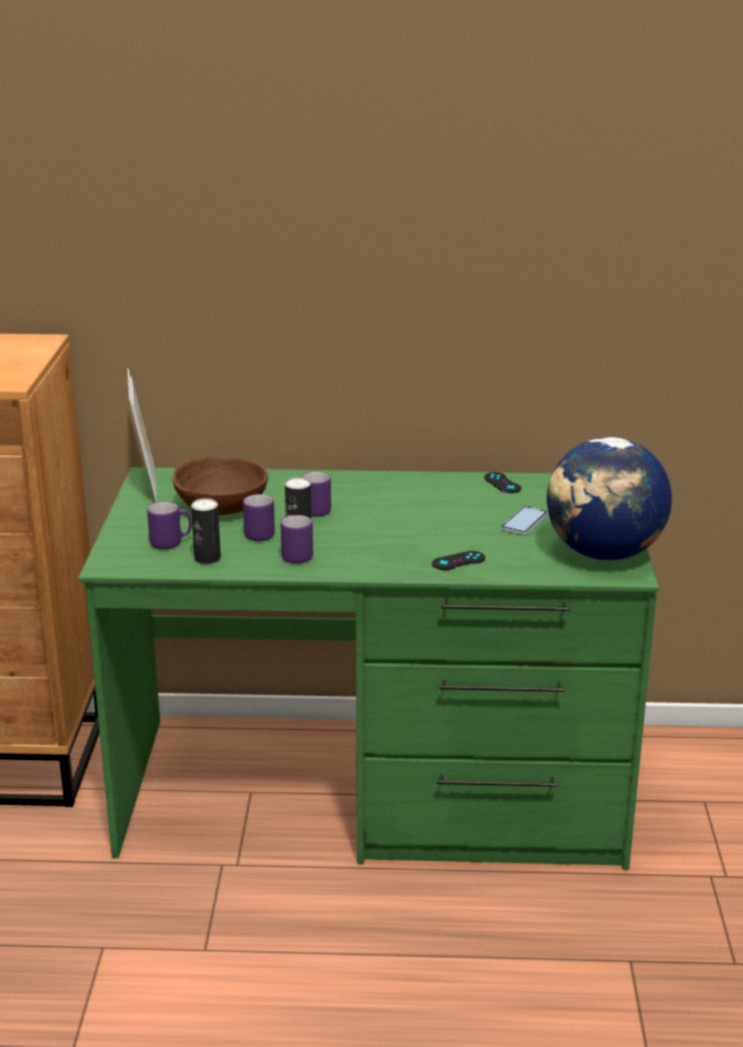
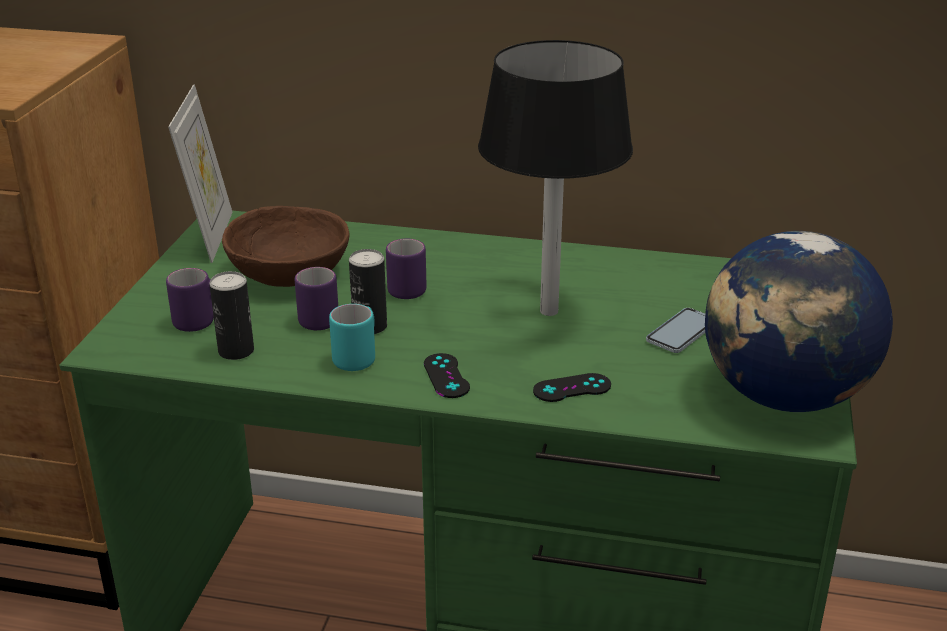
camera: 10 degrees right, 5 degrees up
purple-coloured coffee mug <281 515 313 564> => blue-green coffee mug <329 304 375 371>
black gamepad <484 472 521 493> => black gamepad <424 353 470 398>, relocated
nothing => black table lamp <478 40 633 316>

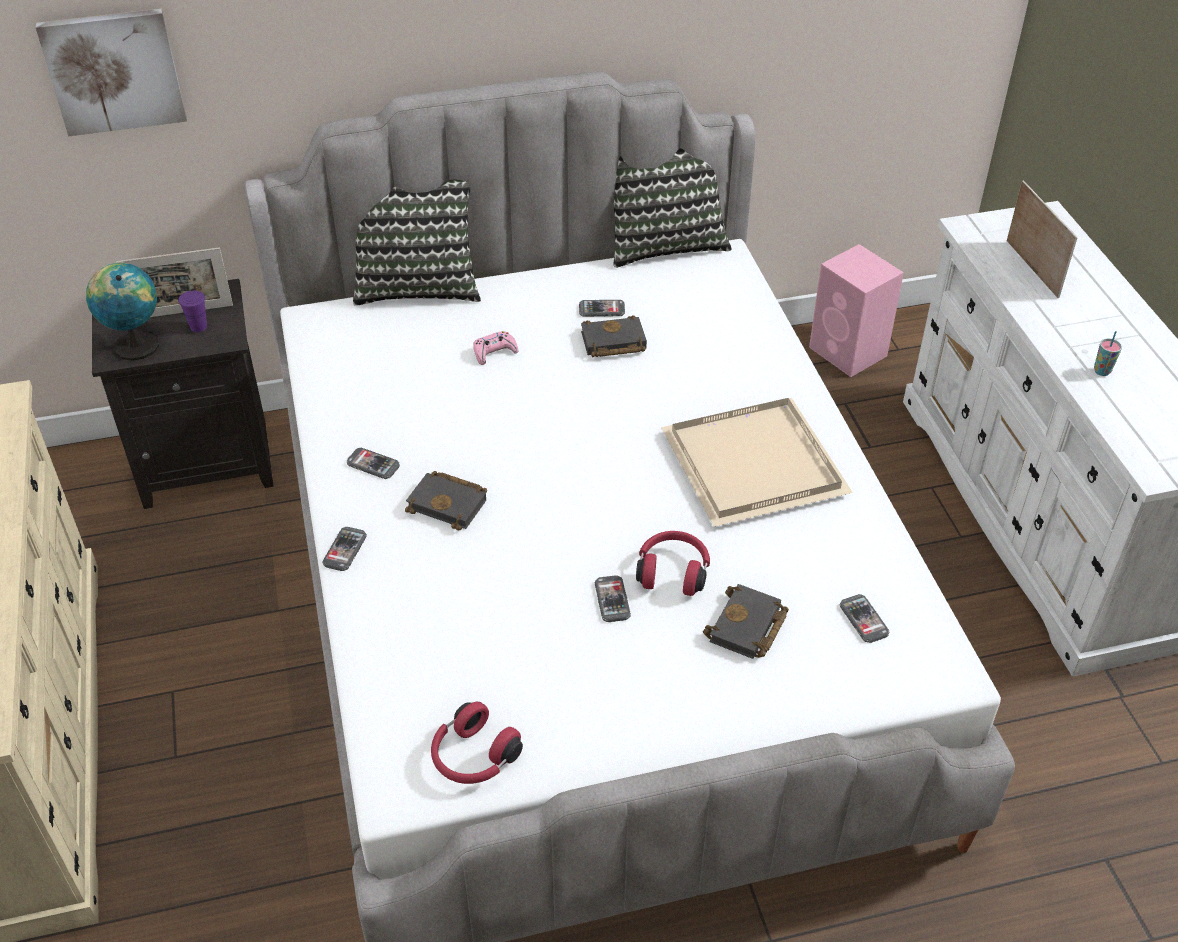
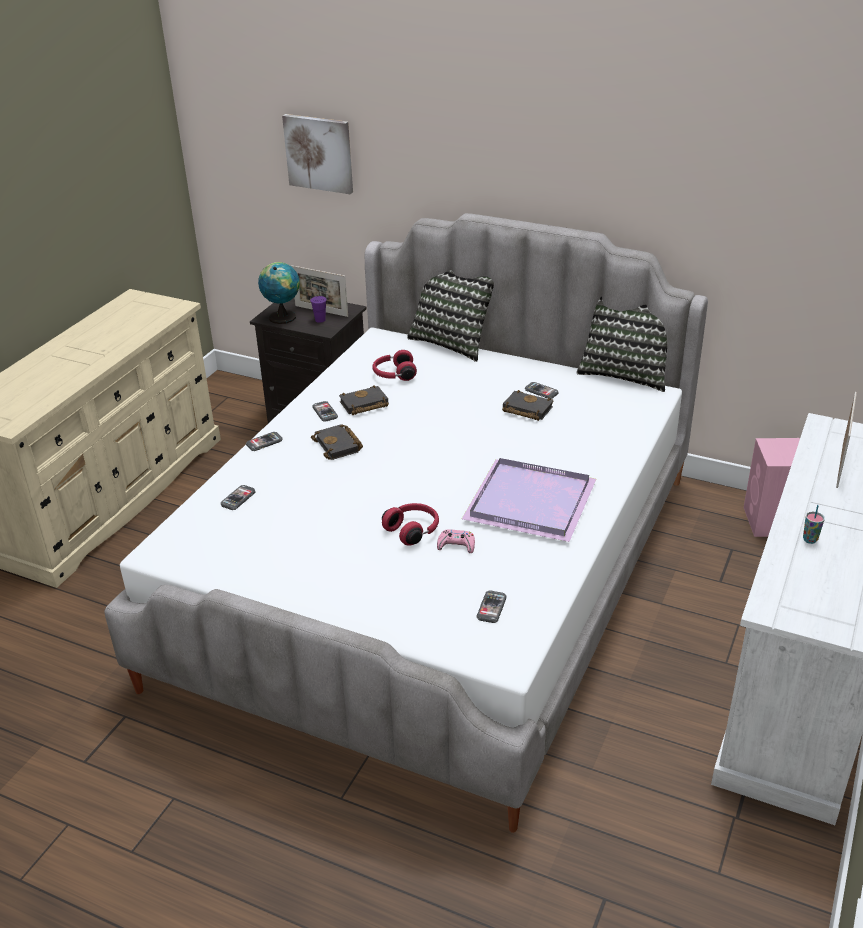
camera: 40 degrees right, 10 degrees down
red-coloured headset <431 702 523 784> => red-coloured headset <372 350 417 381>, relocated
pinkish gamepad <473 331 518 365> => pinkish gamepad <437 529 475 553>, relocated
handset <595 575 631 622> => handset <221 485 256 510>, relocated
beige-coloured carrying tray <661 398 853 527> => purple-coloured carrying tray <462 458 596 542>
black volume <703 584 789 659> => black volume <339 385 389 415>, relocated

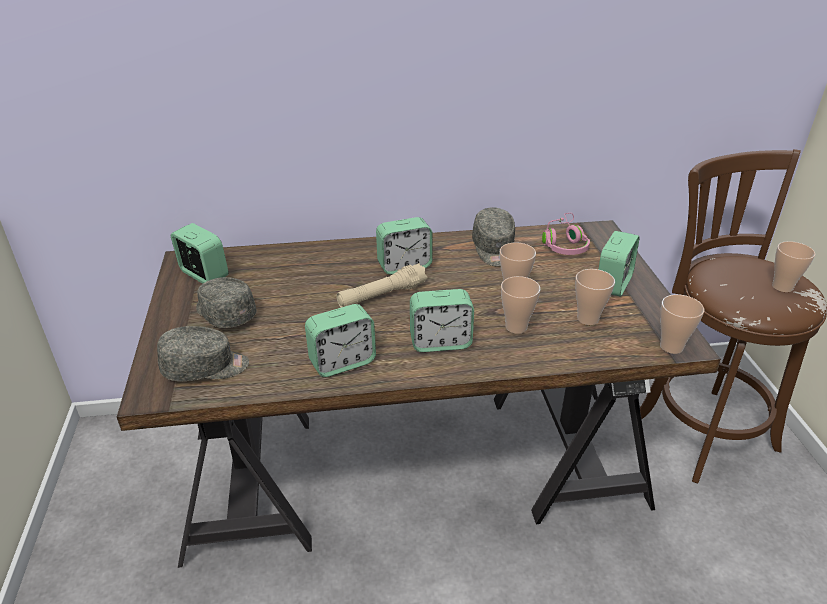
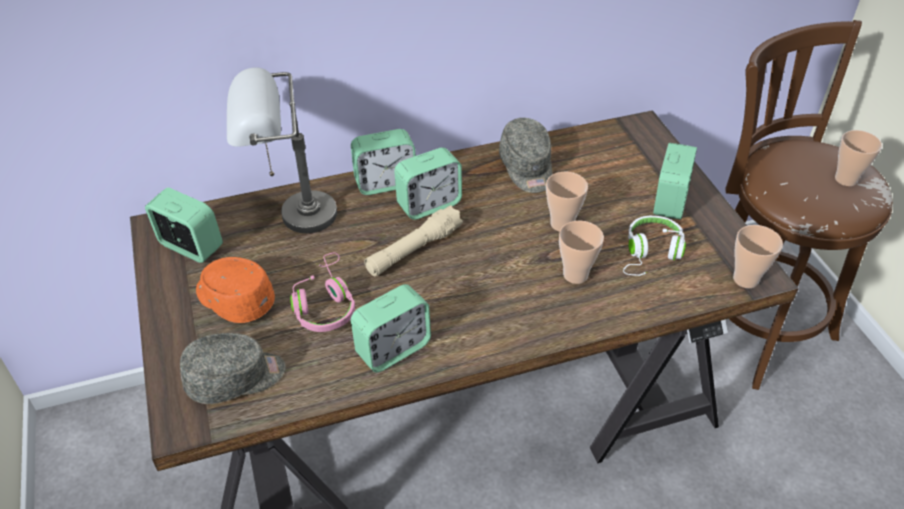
camera: 10 degrees left, 10 degrees up
greyish cap <196 277 257 328> => orange-coloured cap <196 257 275 323>
table clock <410 289 474 352> => table clock <351 129 416 195>, relocated
pinkish headset <542 213 590 255> => pinkish headset <290 252 355 332>, relocated
drinking cup <575 269 615 325> => white-coloured headset <623 216 686 276>
nothing => greyish table lamp <227 67 337 233>

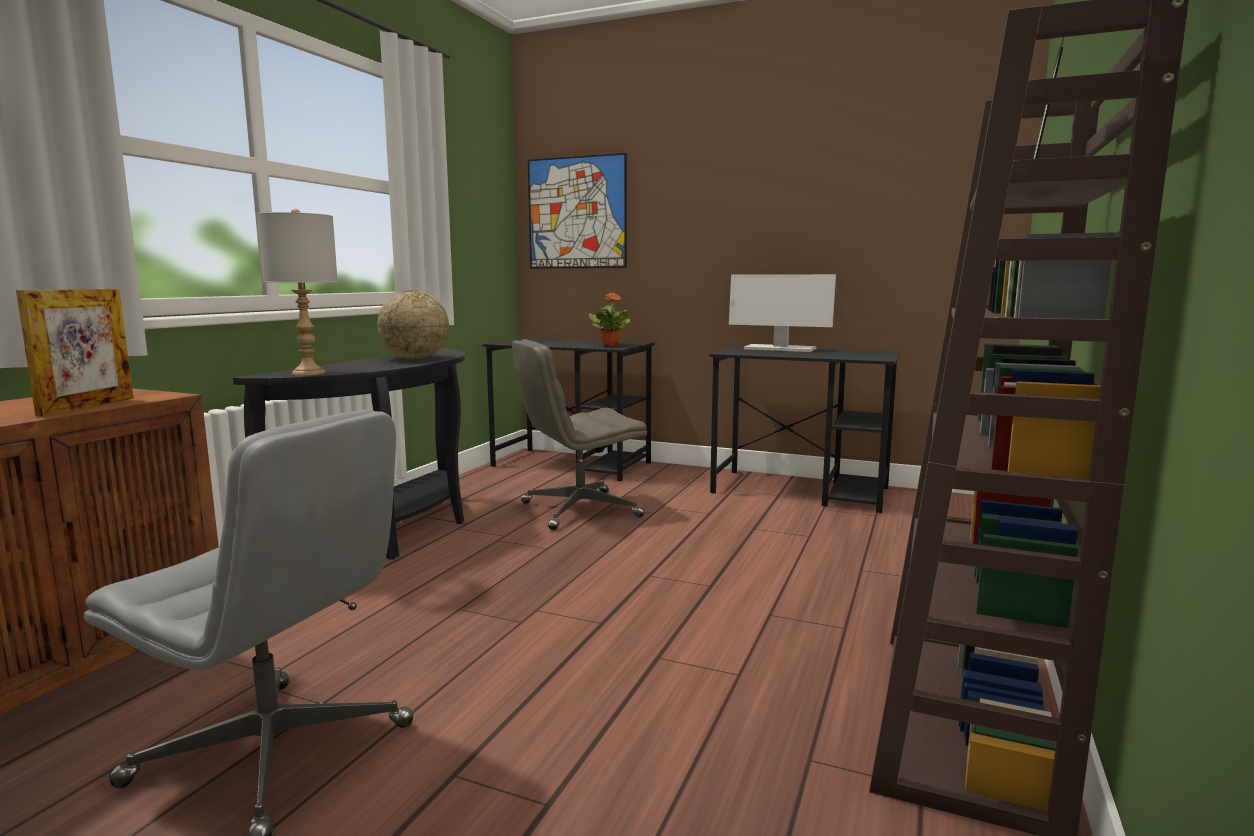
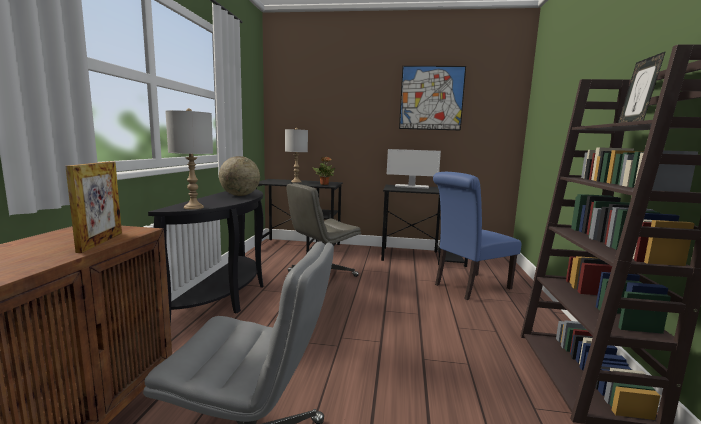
camera: 15 degrees left, 0 degrees up
wall art <528 153 627 268> => wall art <399 66 466 131>, relocated
nothing => greyish table lamp <285 128 308 183>
nothing => blue upright chair <433 172 522 300>

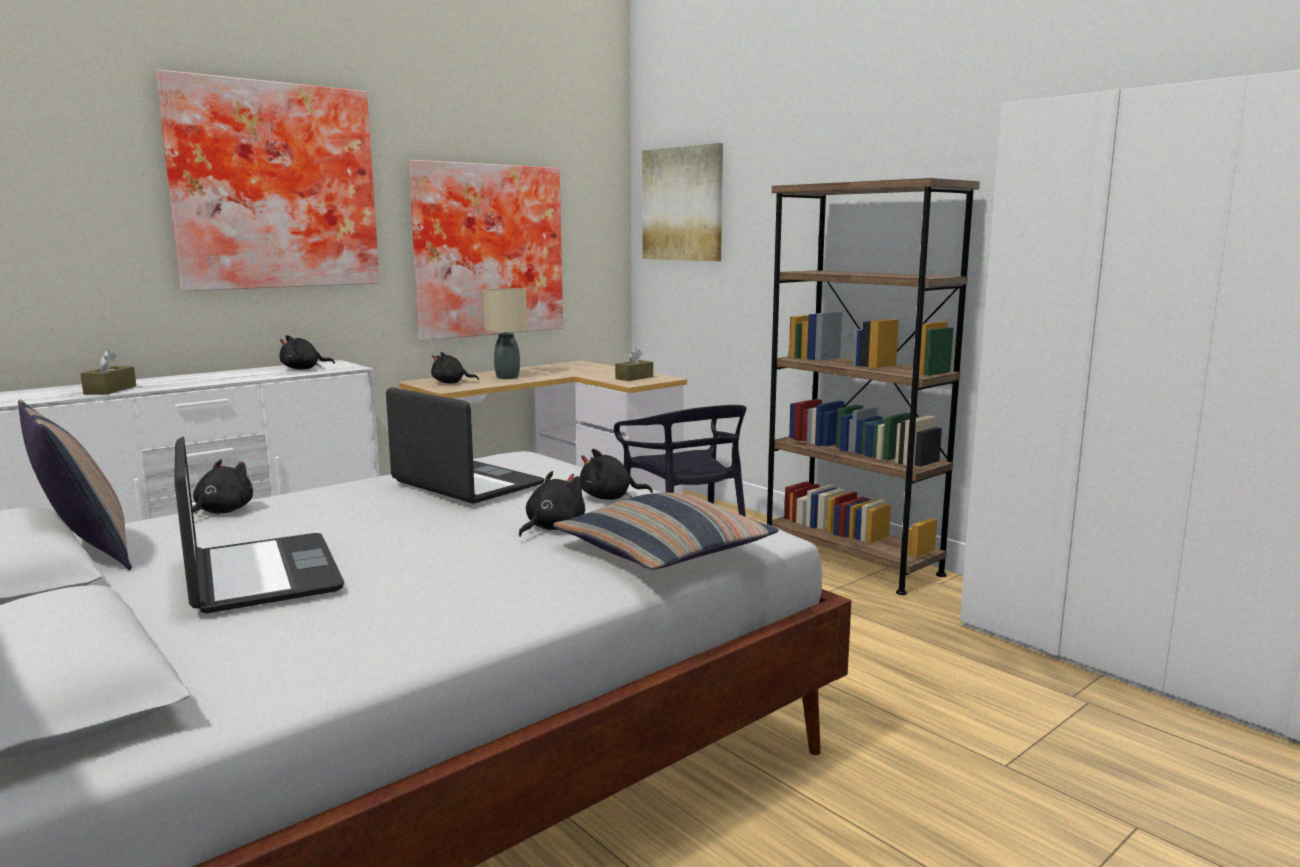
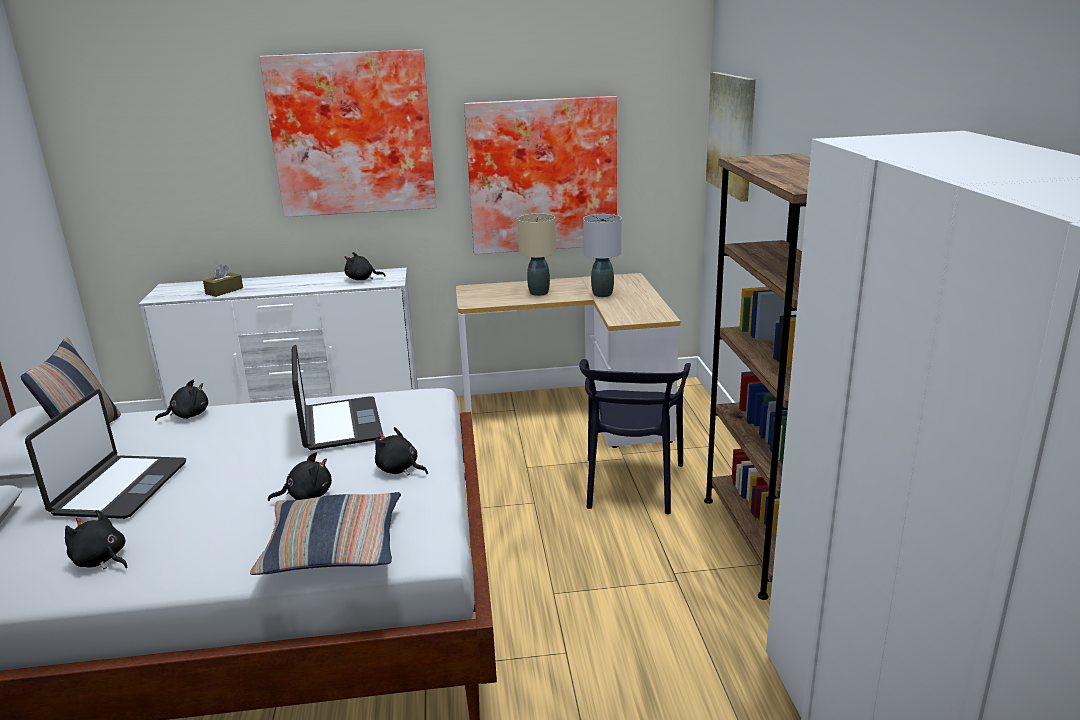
camera: 35 degrees right, 10 degrees up
black cuddly toy <431 352 479 383> => black cuddly toy <65 510 128 569>, relocated
brownish tissue holder <615 348 653 381> => nothing
nothing => greyish table lamp <583 214 621 297>

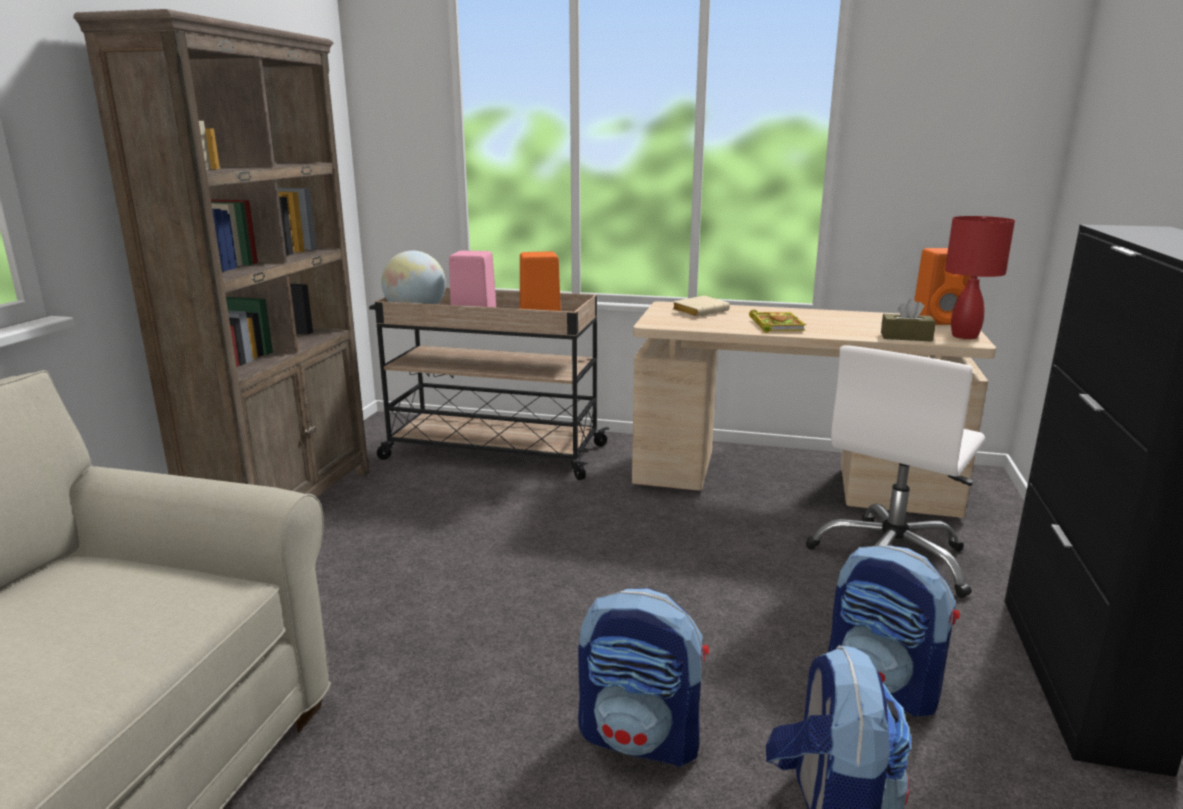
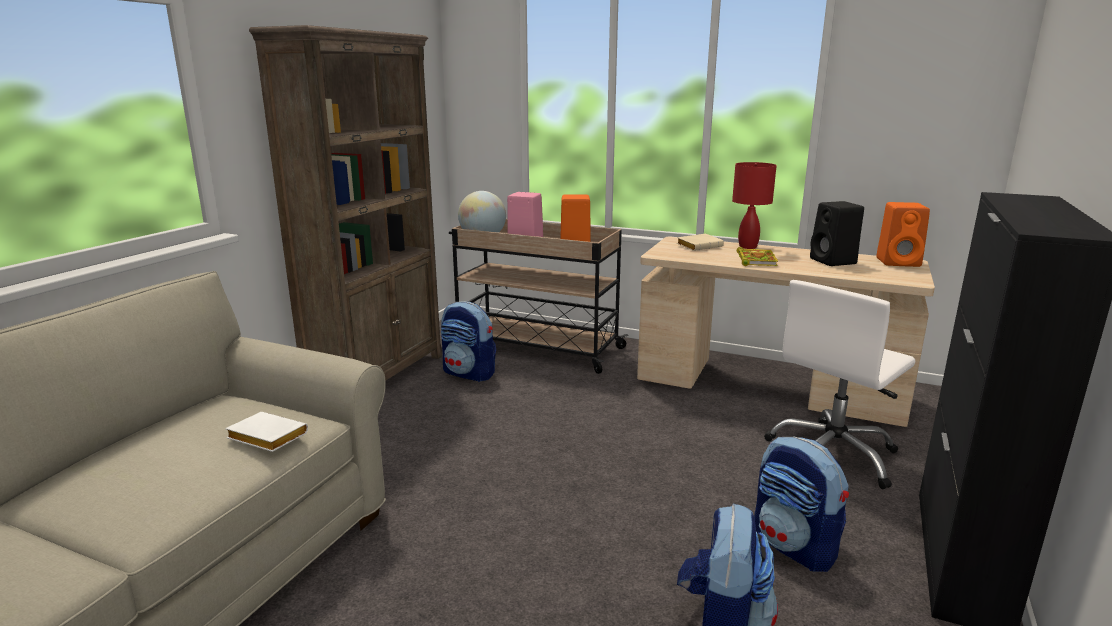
camera: 10 degrees right, 0 degrees up
backpack <578 588 709 767> => backpack <441 302 496 382>, relocated
brownish tissue holder <881 298 936 342> => nothing
red-coloured table lamp <945 216 1015 339> => red-coloured table lamp <732 162 777 249>, relocated
nothing => white-coloured volume <225 412 308 452>
nothing => black speaker <810 201 864 266>

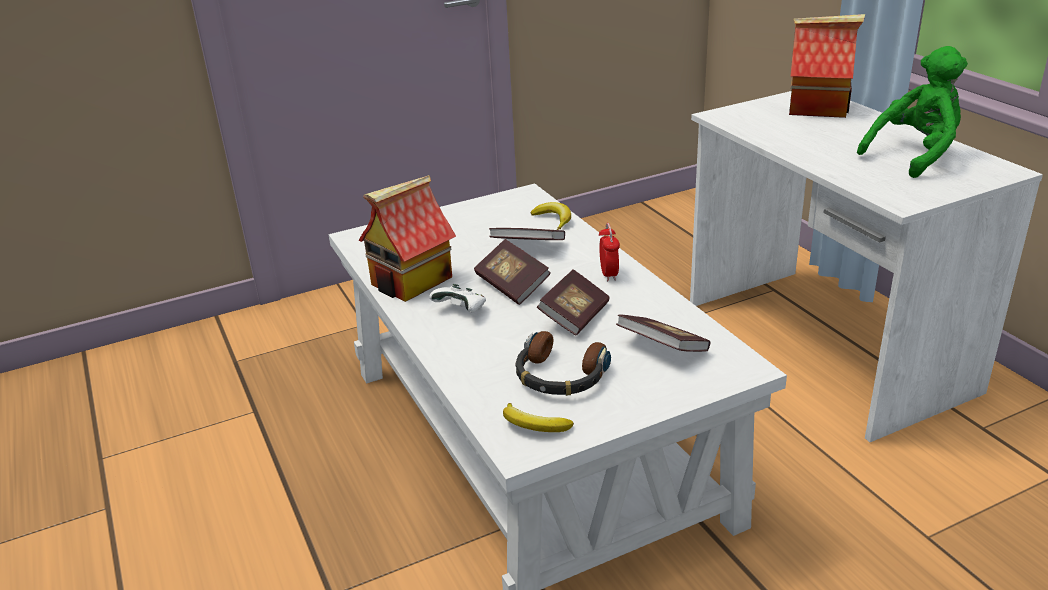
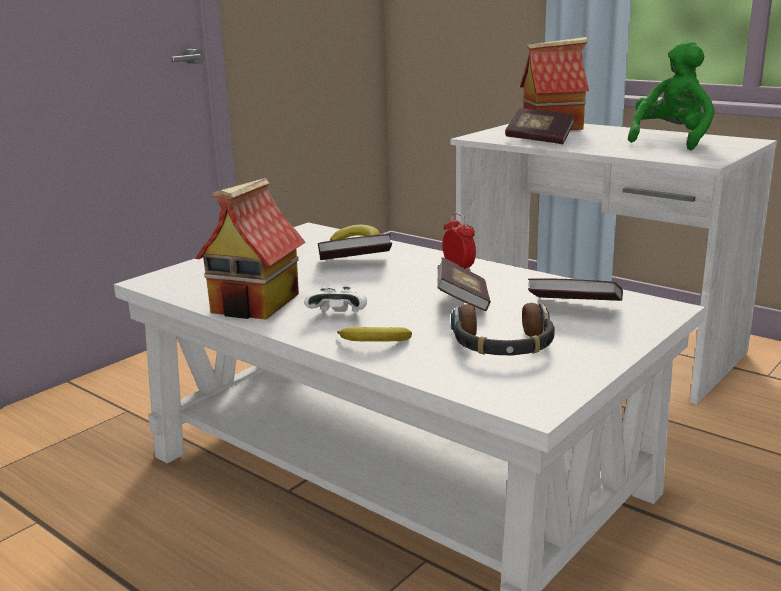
camera: 25 degrees left, 10 degrees down
volume <474 239 551 305> => volume <505 108 575 144>, relocated
banana fruit <503 403 574 432> => banana fruit <337 327 412 342>, relocated

